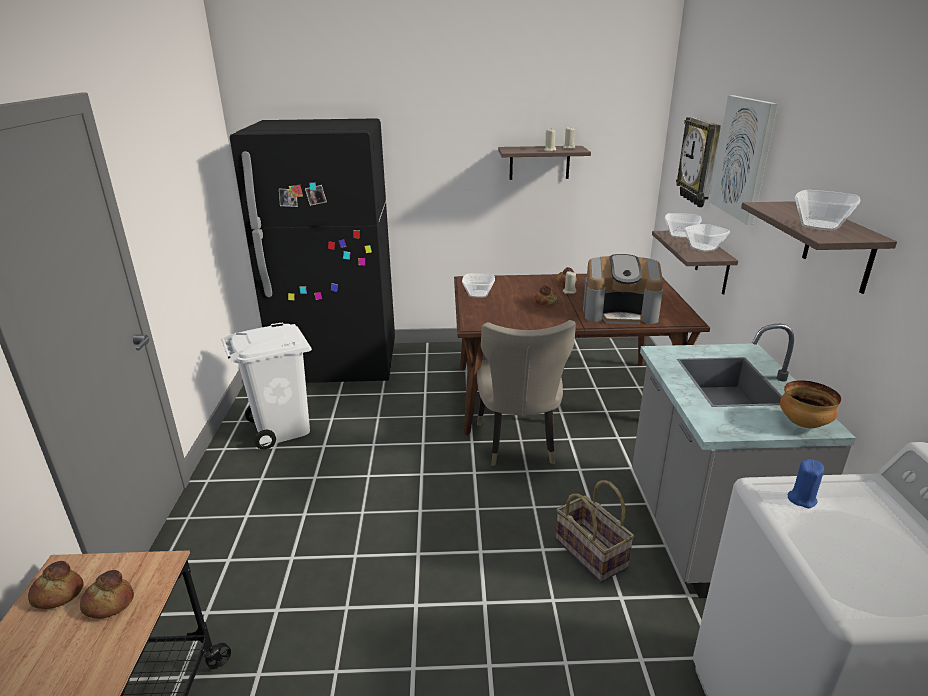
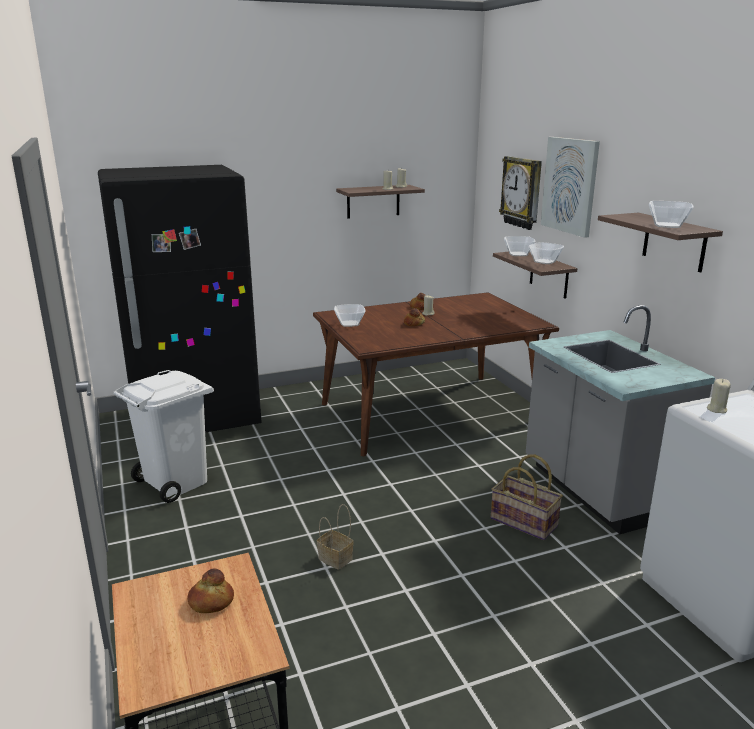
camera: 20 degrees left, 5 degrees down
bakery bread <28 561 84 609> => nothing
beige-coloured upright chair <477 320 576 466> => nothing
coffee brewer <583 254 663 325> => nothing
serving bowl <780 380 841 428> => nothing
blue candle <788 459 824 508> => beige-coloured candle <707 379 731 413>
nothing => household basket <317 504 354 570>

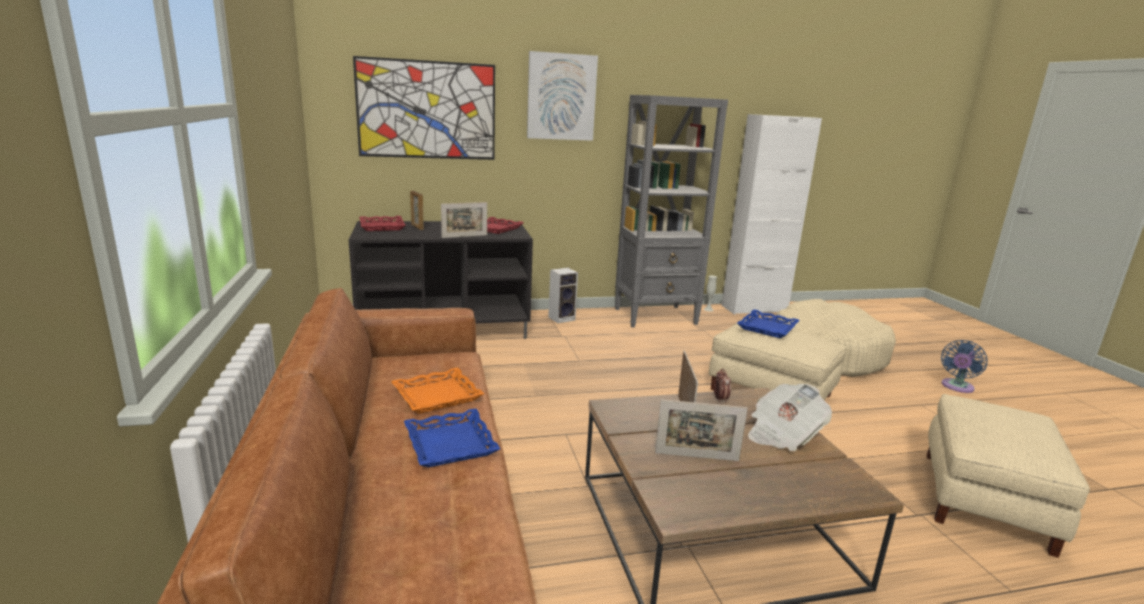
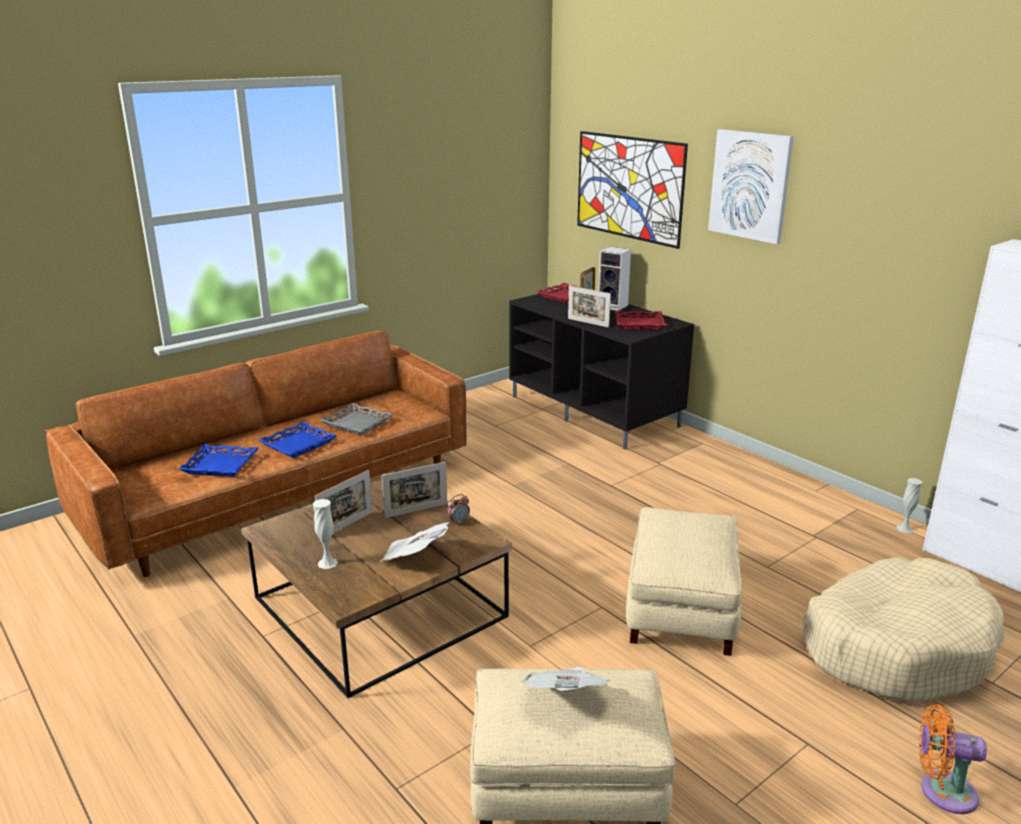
camera: 65 degrees right, 5 degrees up
orange-coloured carrying tray <391 367 484 414> => greyish carrying tray <320 403 394 435>
speaker <548 268 578 323> => speaker <598 247 631 311>, relocated
greyish bookcase <615 95 728 327> => nothing
photo frame <655 400 748 461> => photo frame <315 470 372 540>, 120 degrees counterclockwise
blue carrying tray <737 309 800 339> => blue carrying tray <179 444 259 477>, relocated
blue fan <941 340 988 393> => orange-coloured fan <919 704 987 814>
nothing => white-coloured vase <313 499 338 569>
nothing => printed paper <521 667 610 691>

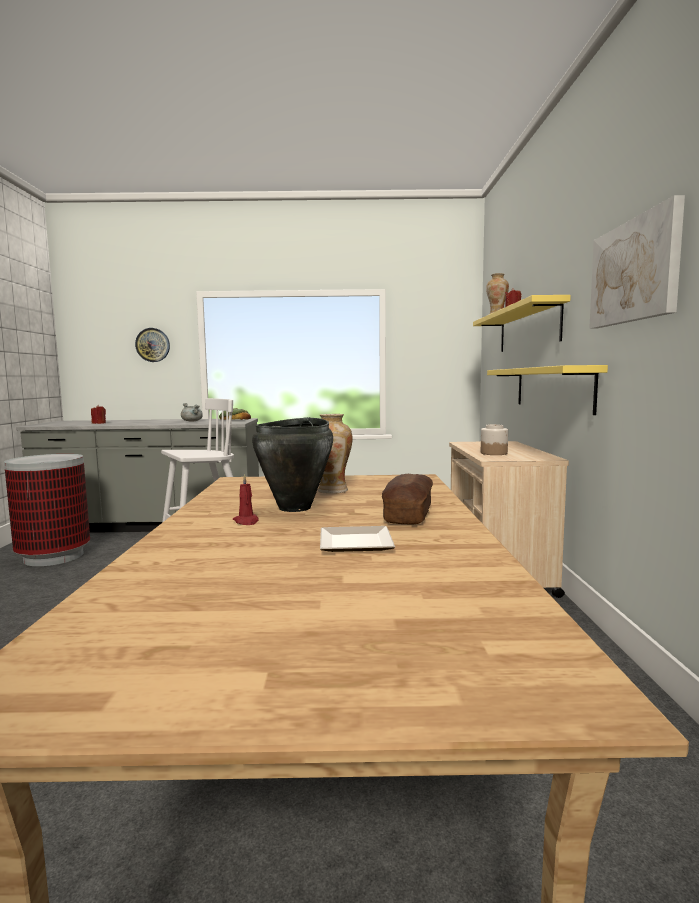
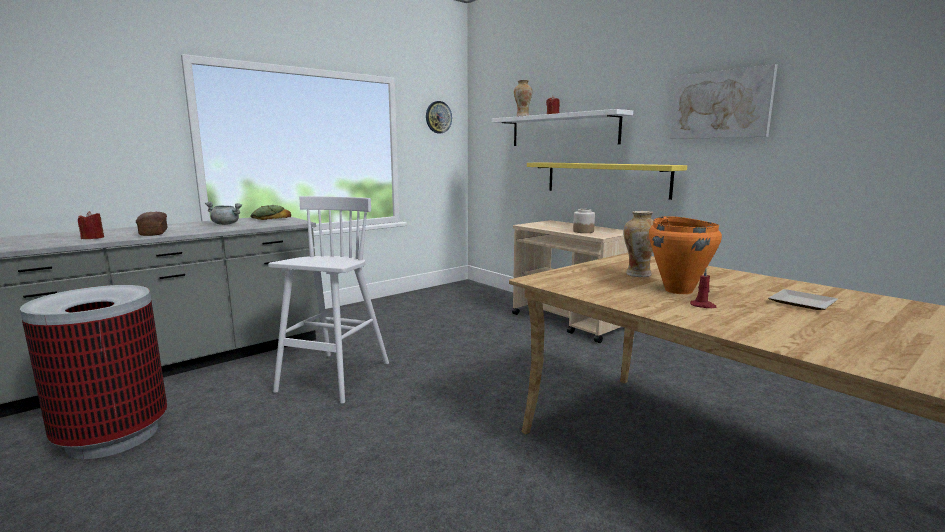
camera: 40 degrees left, 5 degrees up
hanging clock <135 328 170 362> => hanging clock <426 101 452 133>, relocated
black stockpot <252 417 333 512> => orange-coloured stockpot <649 216 722 294>
bakery bread <382 474 433 524> => bakery bread <136 212 168 236>, relocated
yellow-coloured shelf <473 295 571 352> => white-coloured shelf <492 109 633 146>

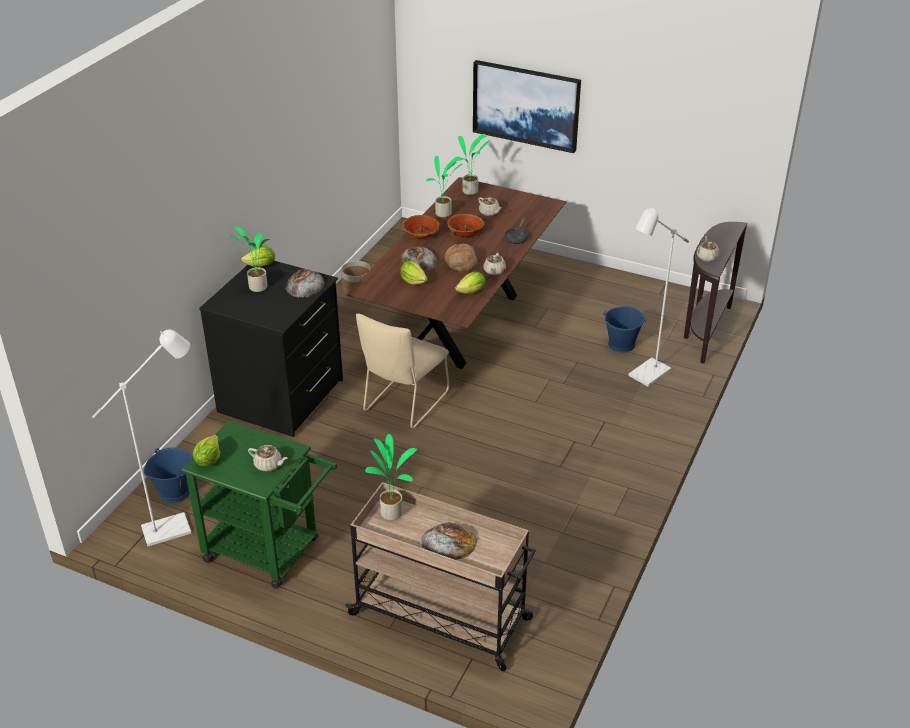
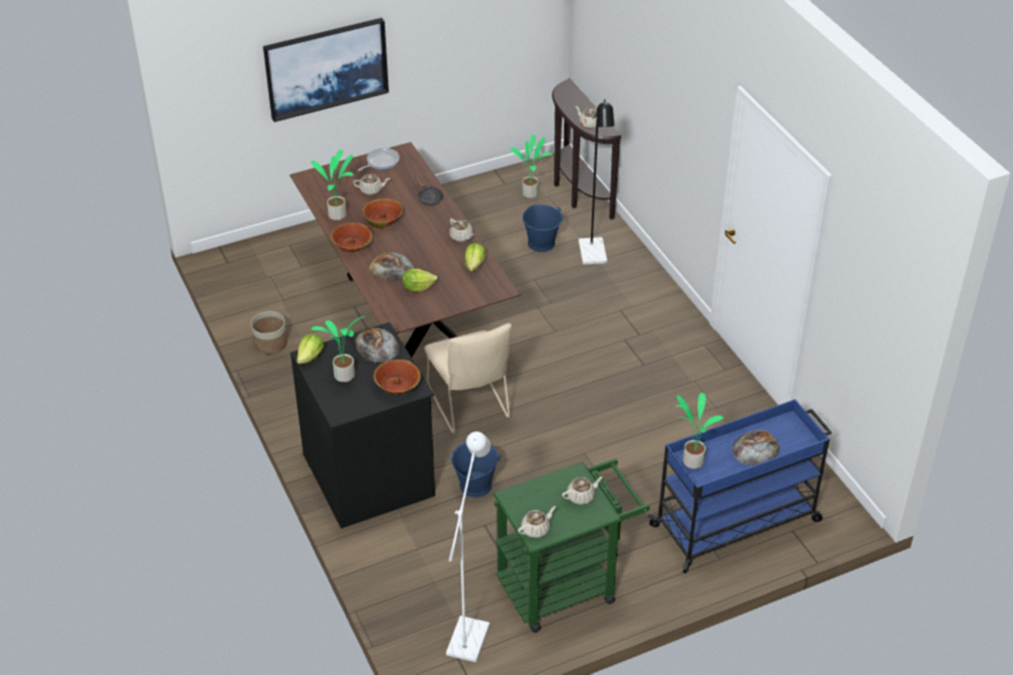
camera: 50 degrees left, 5 degrees up
blue bucket <143 447 193 503> => blue bucket <449 443 501 498>, relocated
lettuce head <193 435 220 466> => beige-coloured pot for tea <518 506 556 538>
beige-coloured cart <345 482 536 671> => blue cart <648 399 832 573>
bakery bread <444 244 477 272> => nothing
plant in a pot <458 134 491 195> => plant in a pot <510 134 552 198>, relocated
white-coloured floor lamp <629 206 689 387> => black floor lamp <578 99 614 265>
nothing => pan <358 148 399 171>
nothing => serving bowl <373 359 421 395>

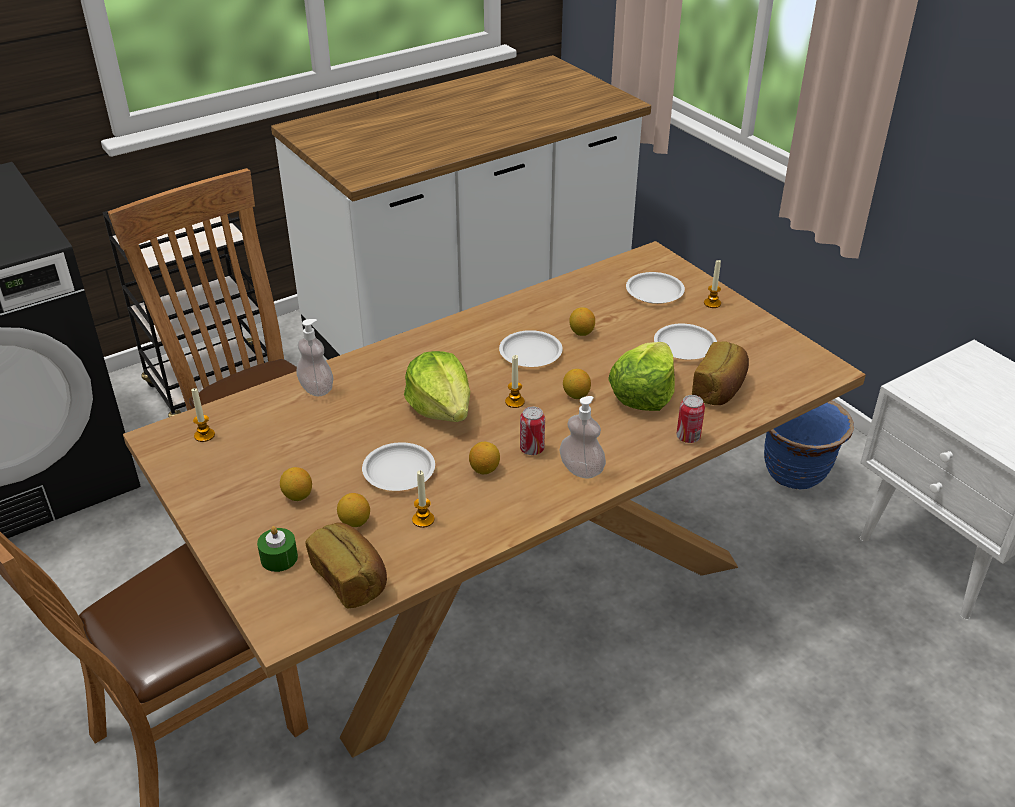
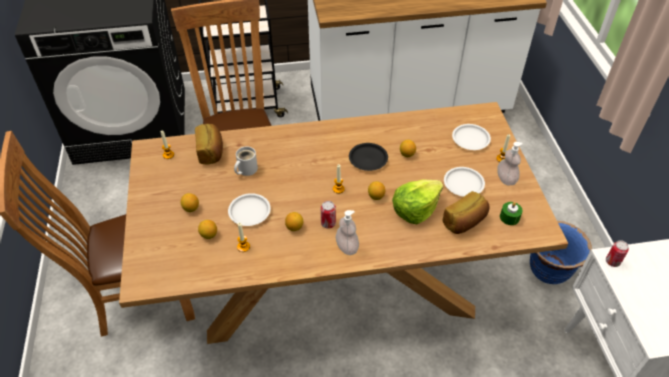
camera: 25 degrees right, 10 degrees up
greenish candle <257 526 298 572> => greenish candle <500 202 523 225>, relocated
soap bottle <296 319 333 397> => soap bottle <497 142 523 185>, relocated
bakery bread <305 523 387 609> => bakery bread <195 124 223 164>, relocated
lettuce head <404 351 470 422> => nothing
white-coloured dinner plate <499 330 563 367> => black dinner plate <349 143 388 171>
sealed can <676 395 705 443> => sealed can <606 240 629 267>, relocated
nothing => white-coloured coffee mug <234 146 258 176>

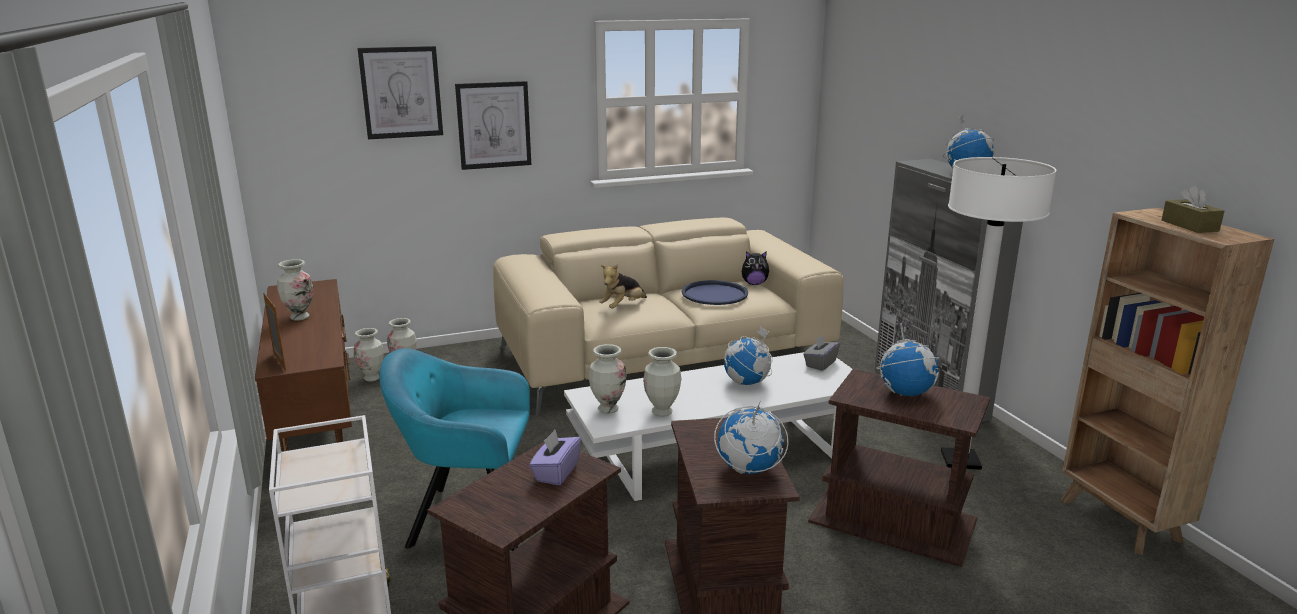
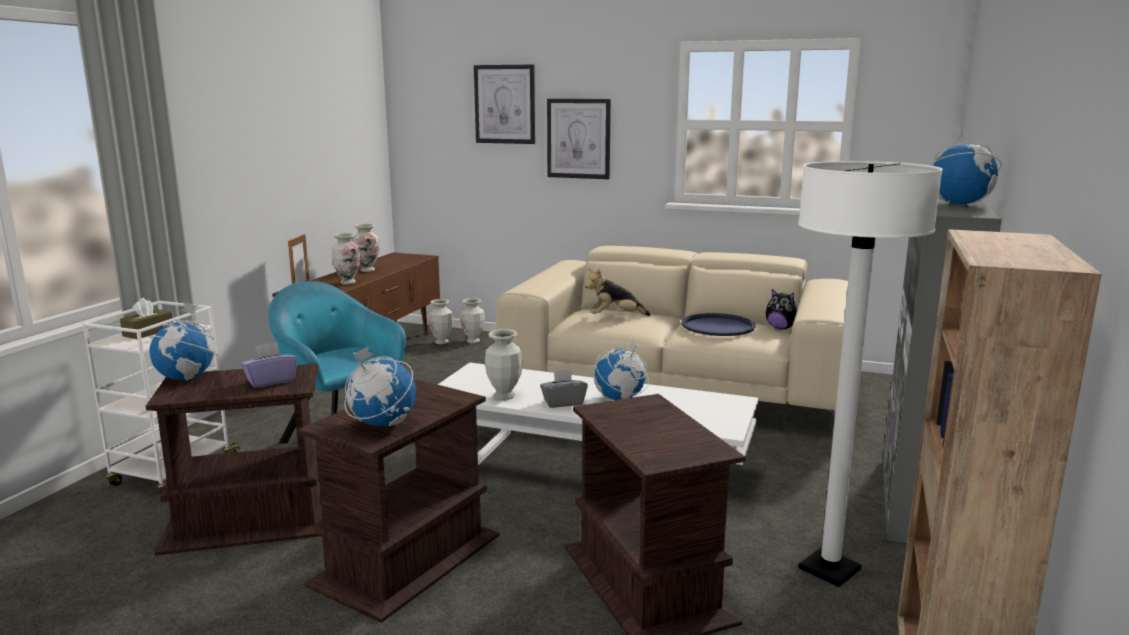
camera: 40 degrees right, 5 degrees down
vase <589 344 627 414> => vase <332 233 360 285>, relocated
greyish tissue holder <803 335 840 371> => greyish tissue holder <540 369 588 408>, relocated
desk globe <876 323 939 396> => desk globe <149 302 218 381>, relocated
brownish tissue holder <1162 185 1224 233> => brownish tissue holder <120 298 173 339>, relocated

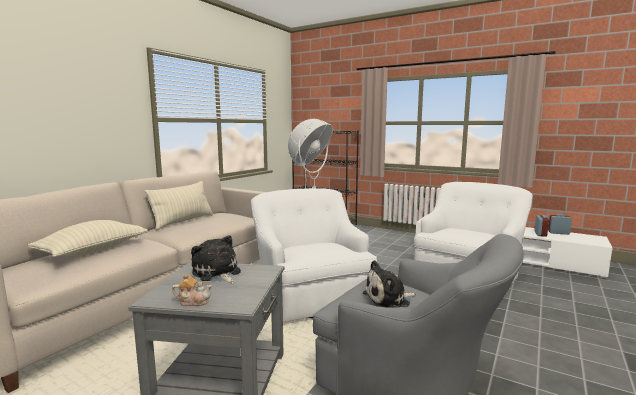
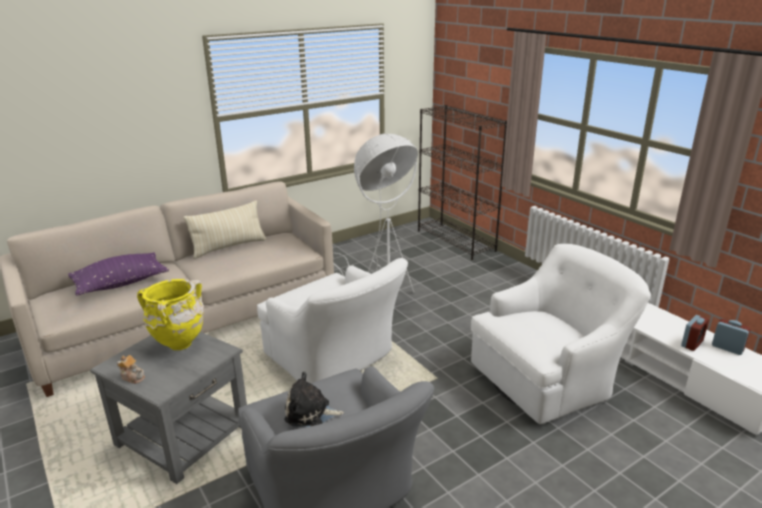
camera: 25 degrees right, 15 degrees up
beige-coloured throw pillow <28 220 148 257> => purple-coloured throw pillow <68 253 169 296>
cuddly toy <191 235 241 283> => yellow-coloured vase <137 279 204 350>
white-coloured armchair <251 188 377 322> => white-coloured armchair <257 258 408 383>, 135 degrees clockwise

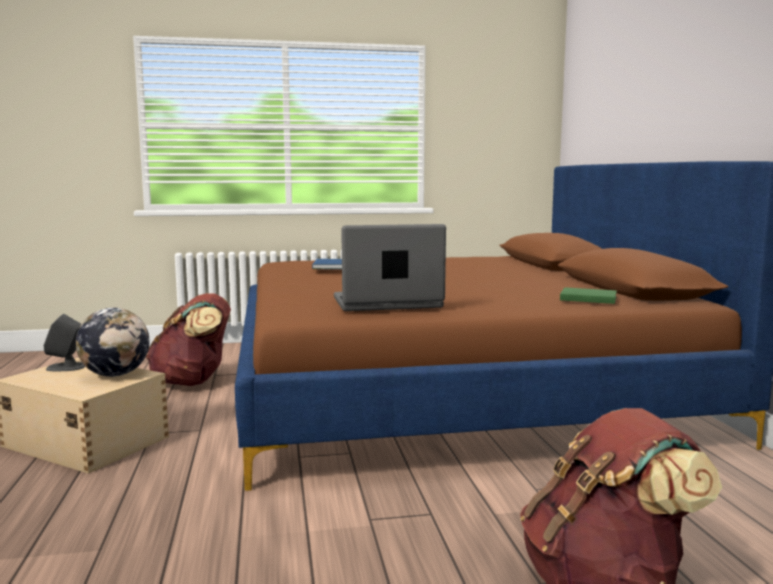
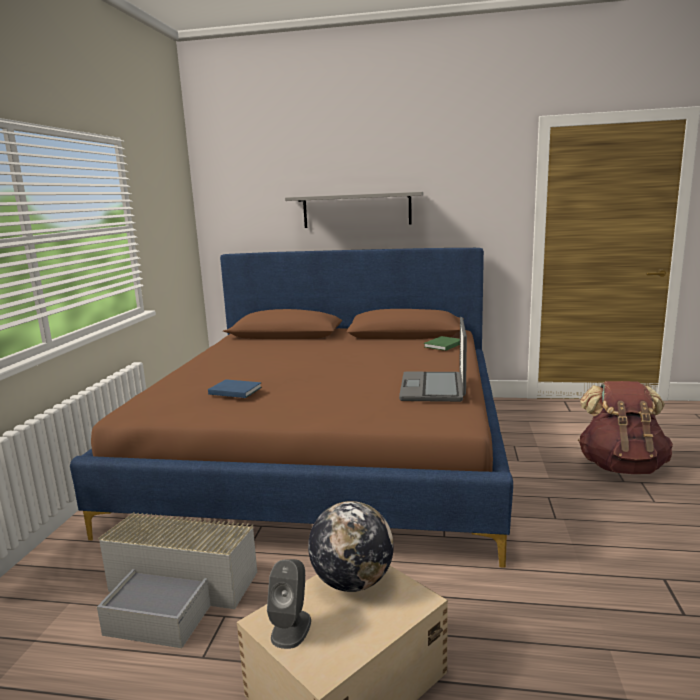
camera: 70 degrees left, 5 degrees up
brownish backpack <146 293 231 386> => greyish storage box <97 512 257 648>
nothing => greyish shelf <285 192 423 228>

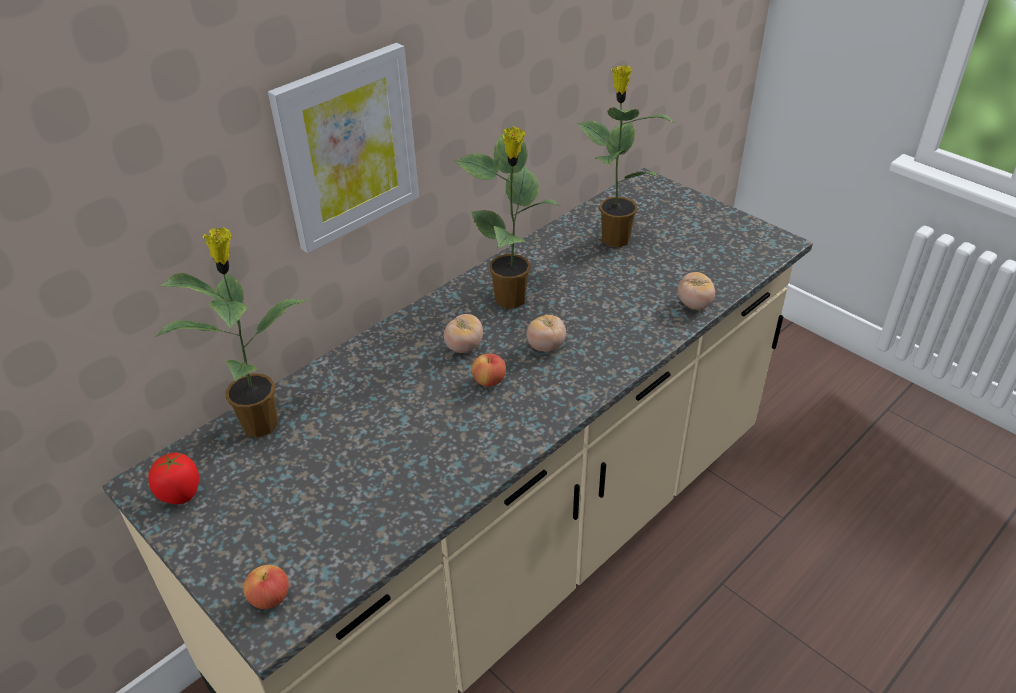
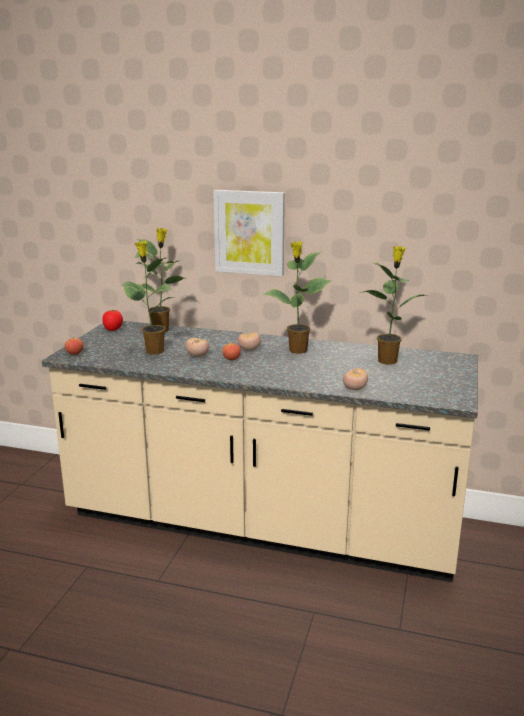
camera: 60 degrees right, 20 degrees down
whole tomato <526 315 566 352> => whole tomato <185 338 209 357>, relocated
nothing => plant in a pot <121 241 175 355>

